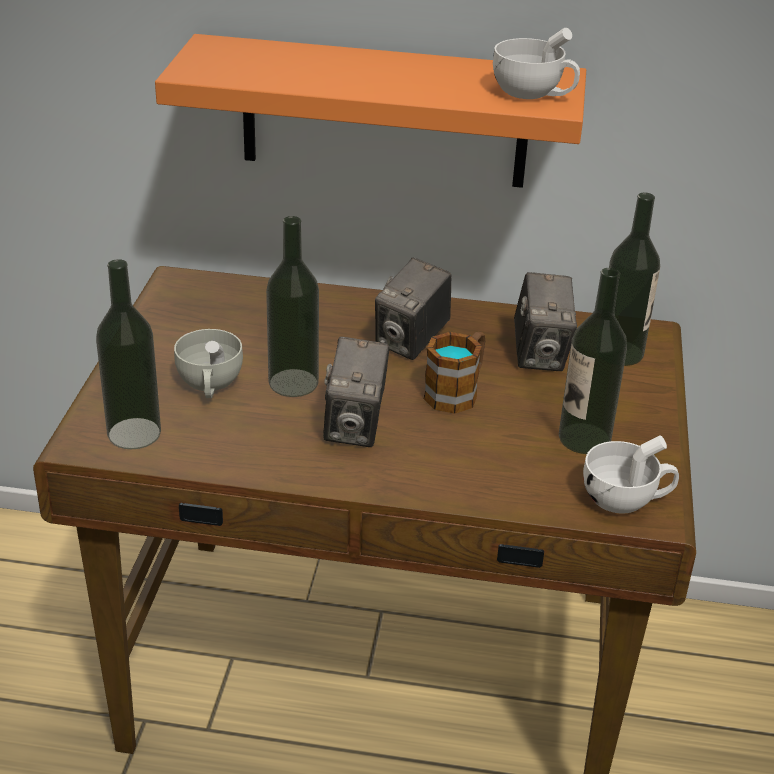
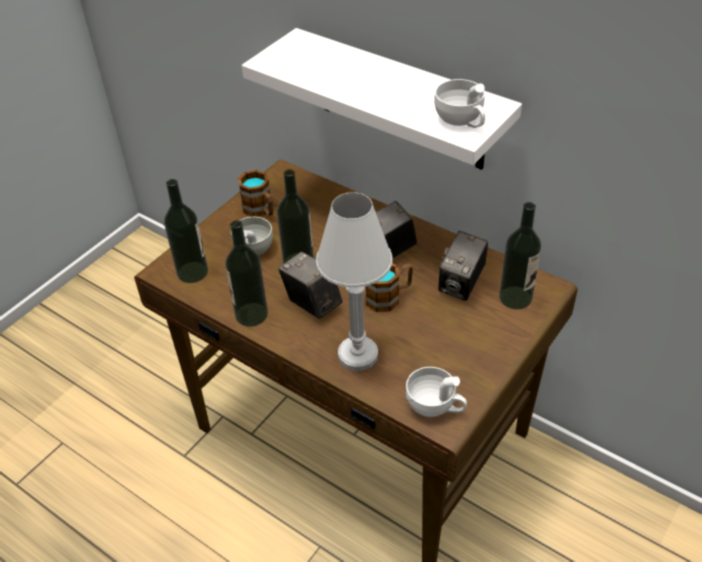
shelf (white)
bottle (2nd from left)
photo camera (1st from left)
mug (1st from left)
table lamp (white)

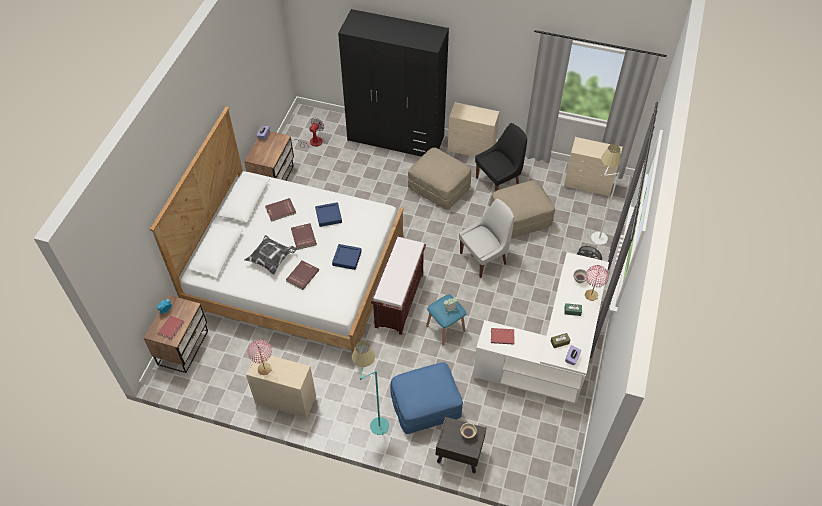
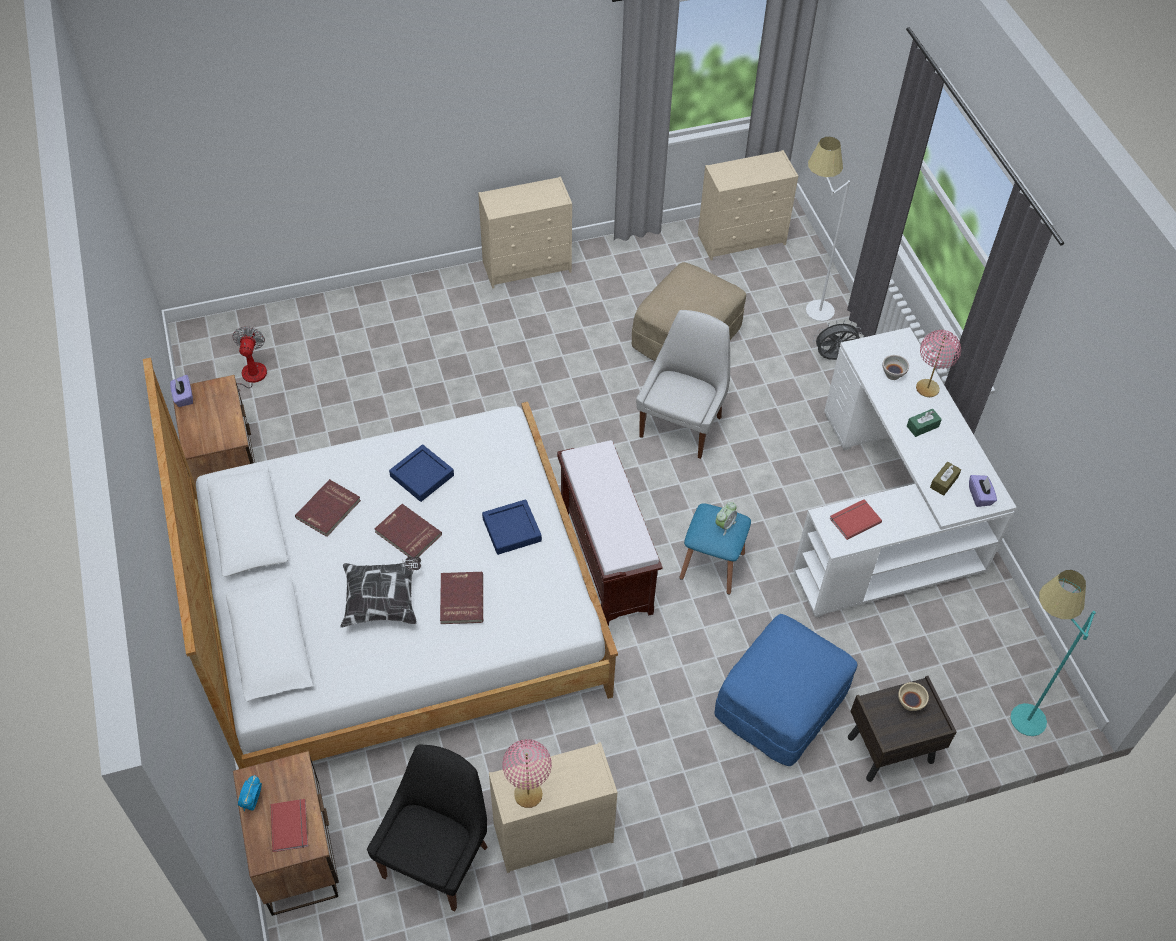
wardrobe (black)
chair (black)
ottoman (beige) (1st from left in the first image)
floor lamp (turquoise)

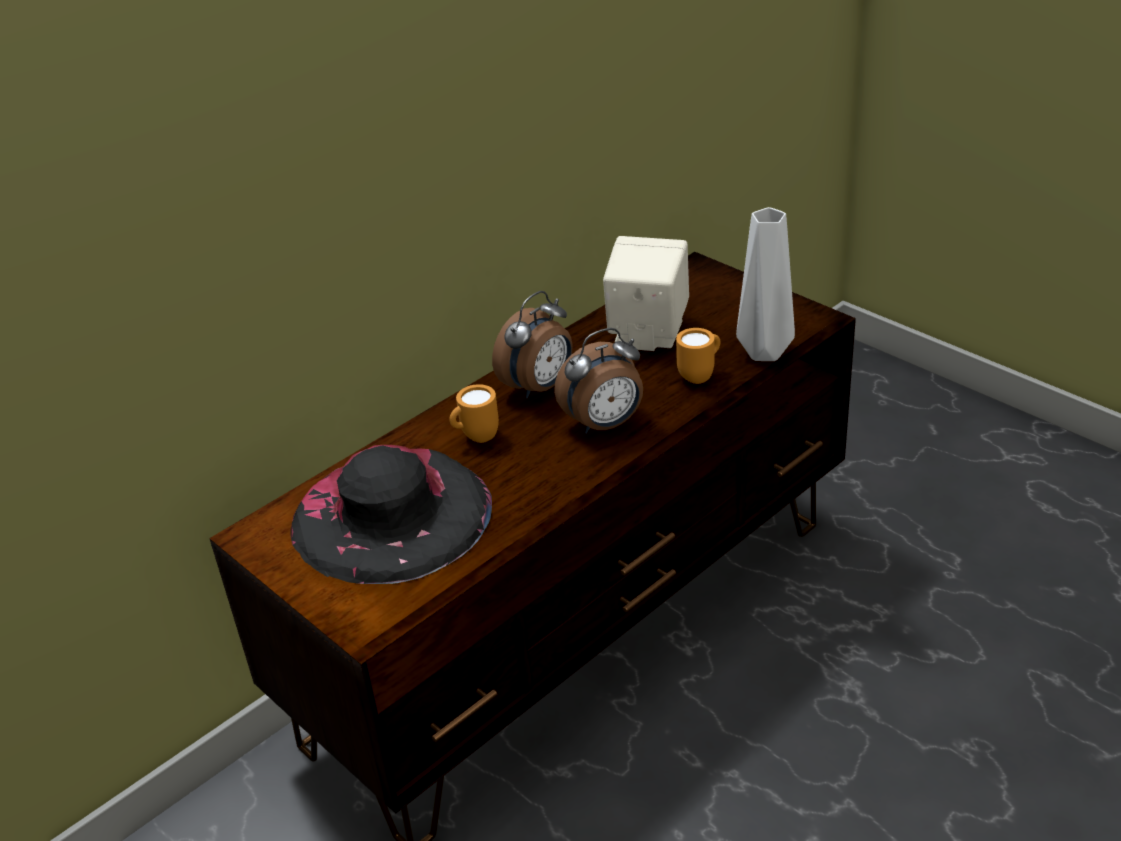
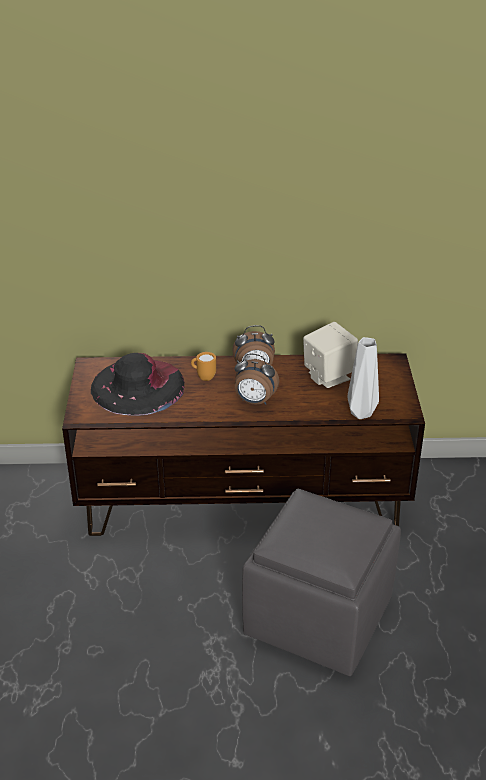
mug (orange) (2nd from left in the first image)
ottoman (grey)

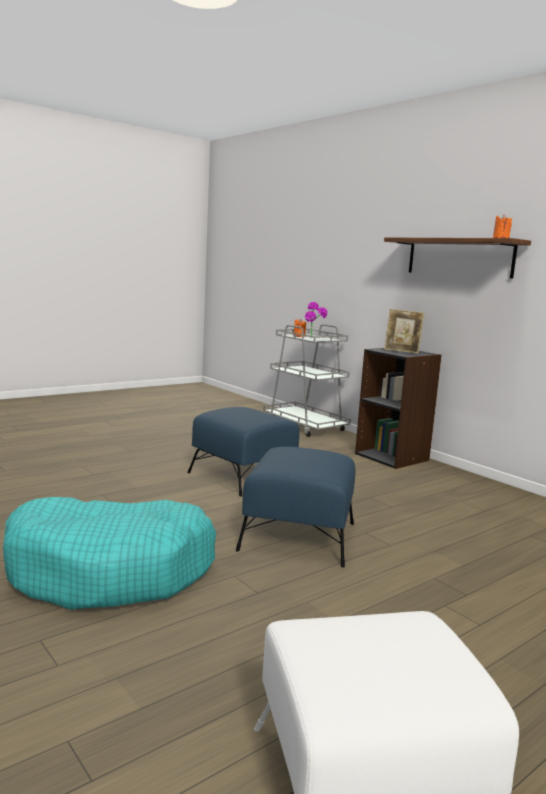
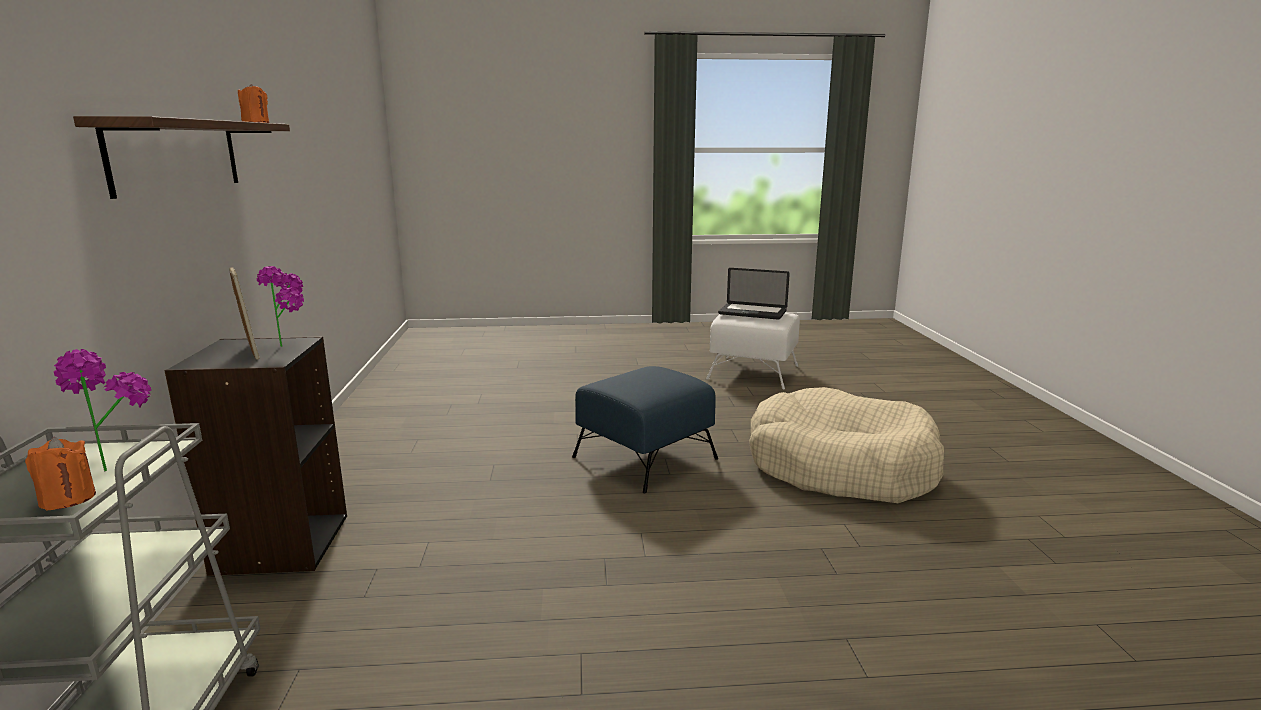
ottoman (blue) (1st from left in the first image)
dog bed (beige)
potted plant (2nd from left)
laptop

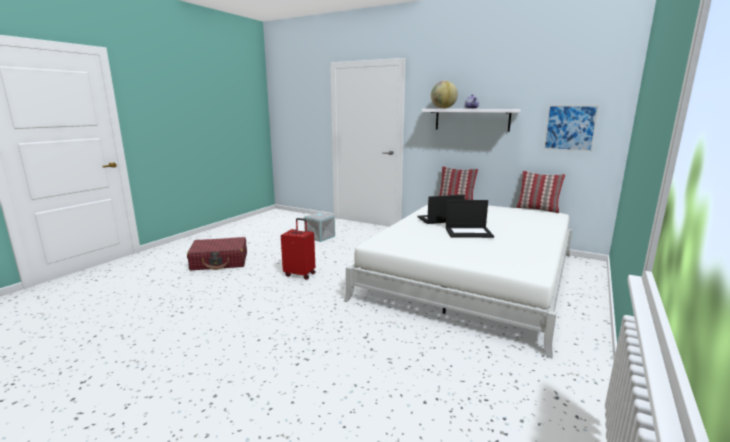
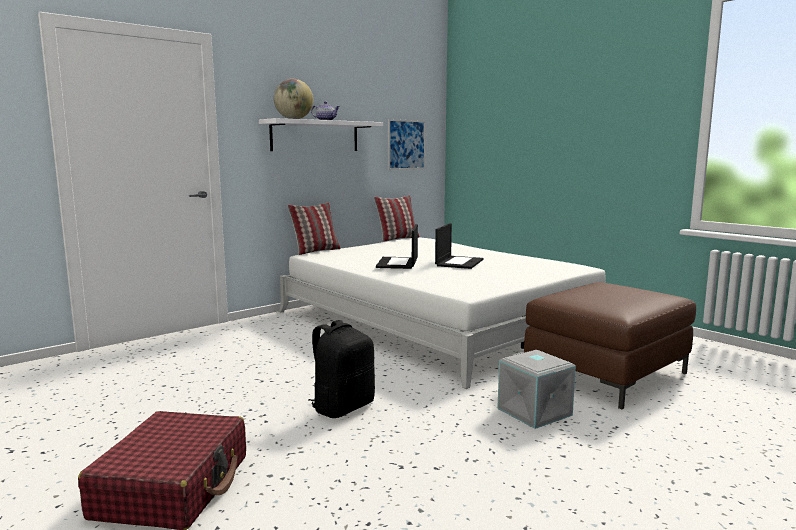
storage box (grey)
backpack (black)
ottoman (brown)

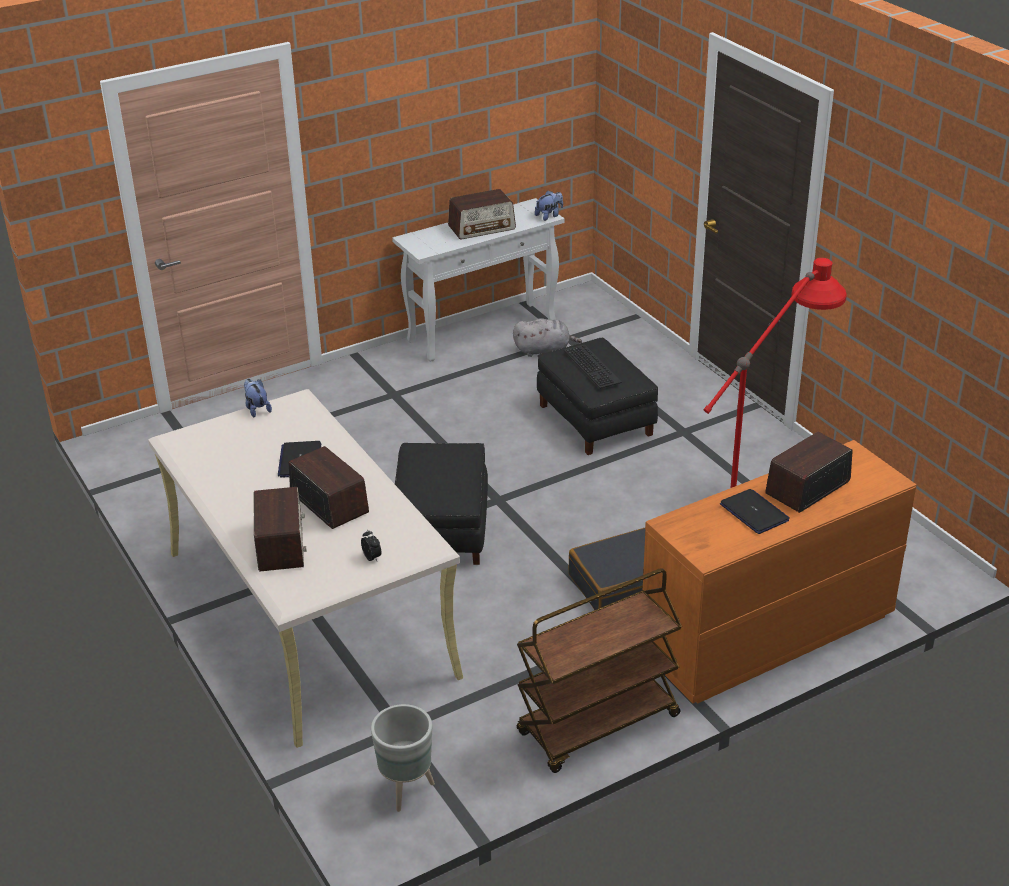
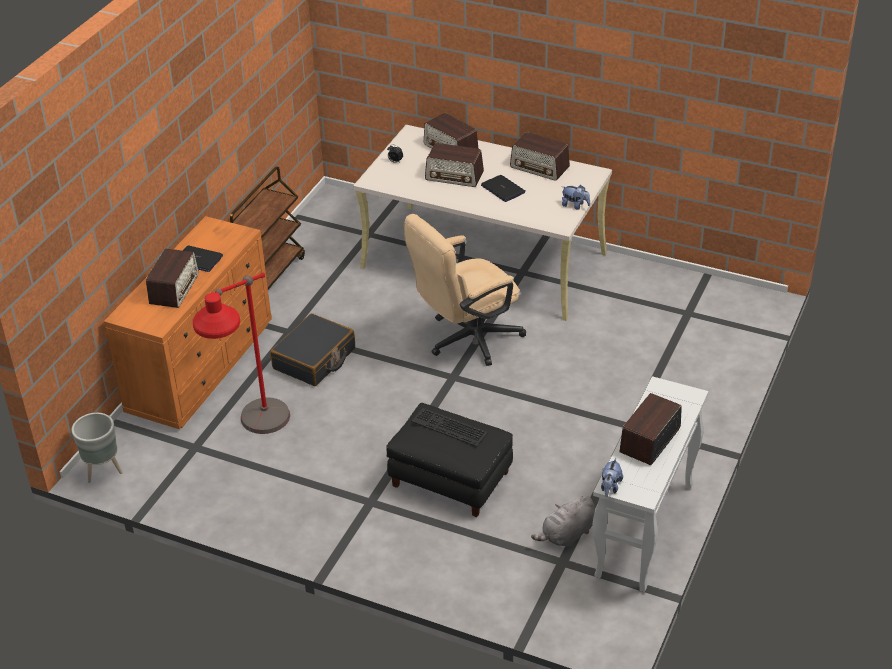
office chair (beige)
planter (grey)
radio (4th from left)

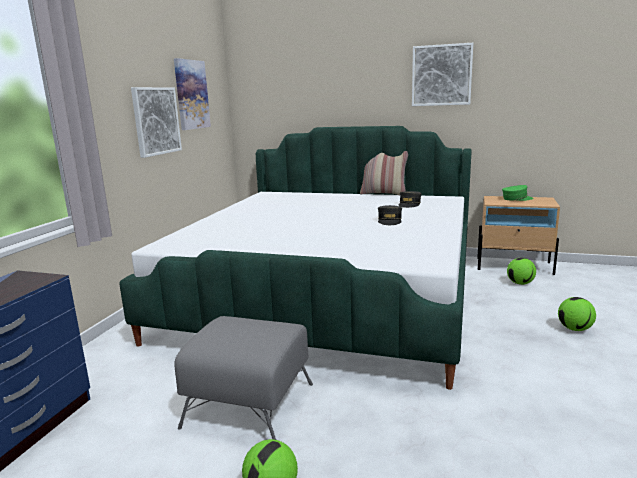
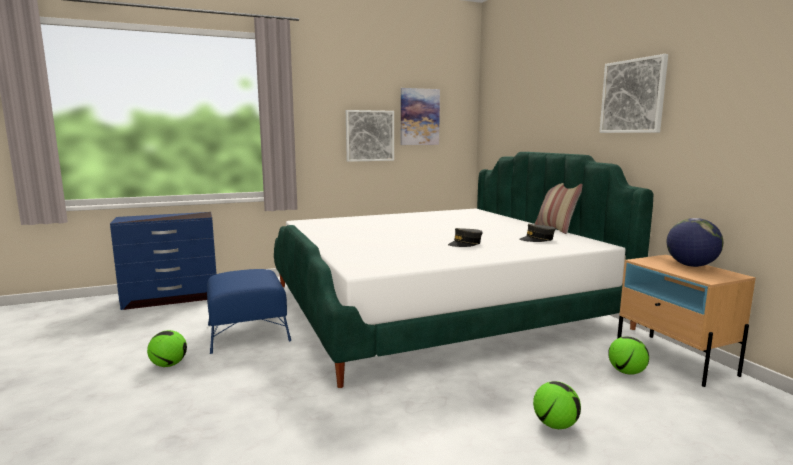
globe
ottoman (blue)

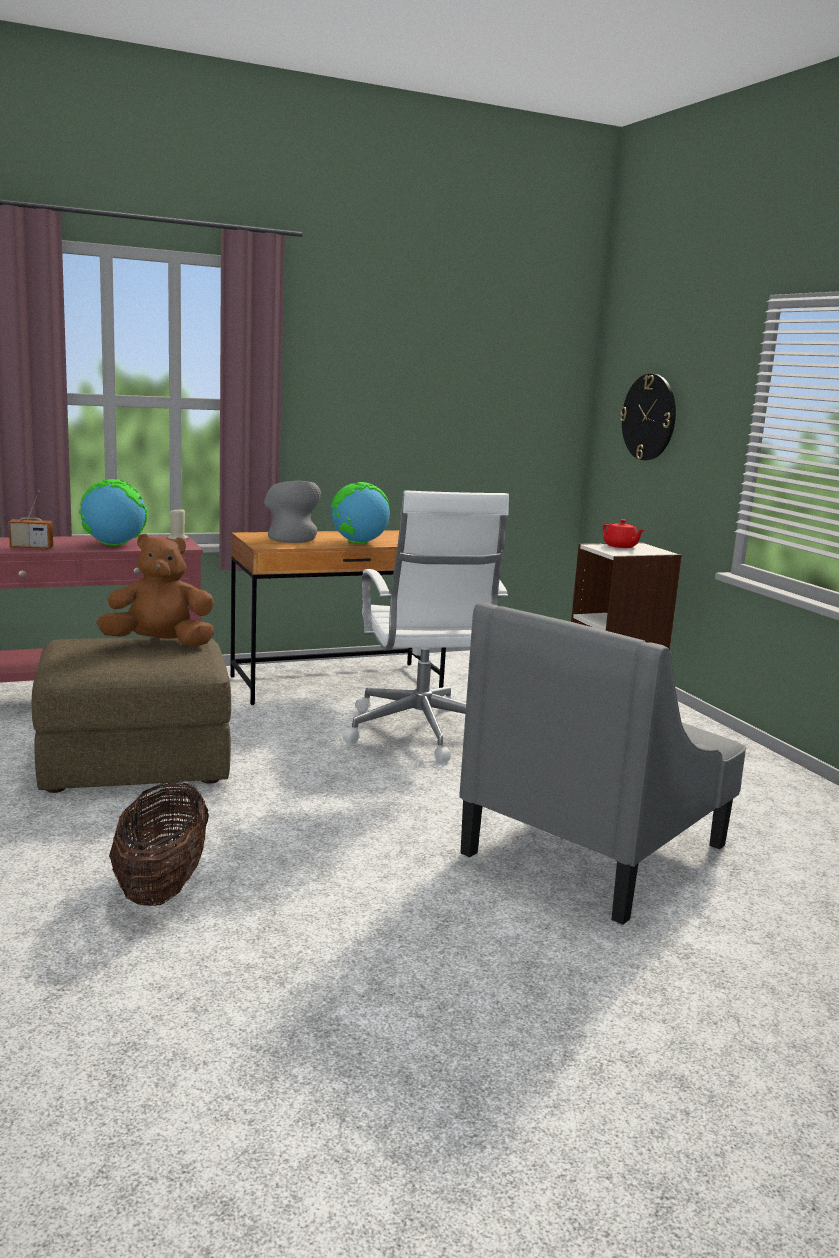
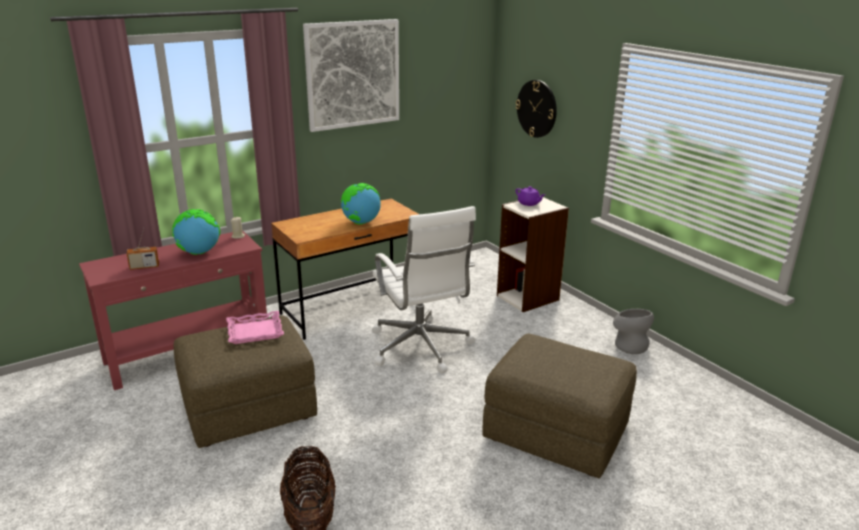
vase (grey)
teapot (purple)
tray (pink)
ottoman (brown) (2nd from left)
picture

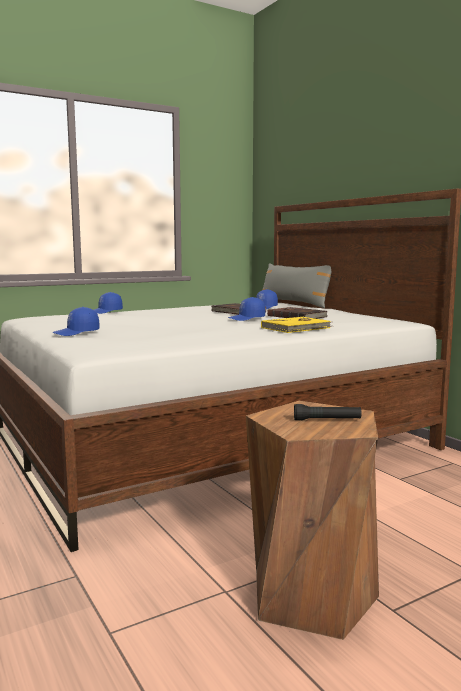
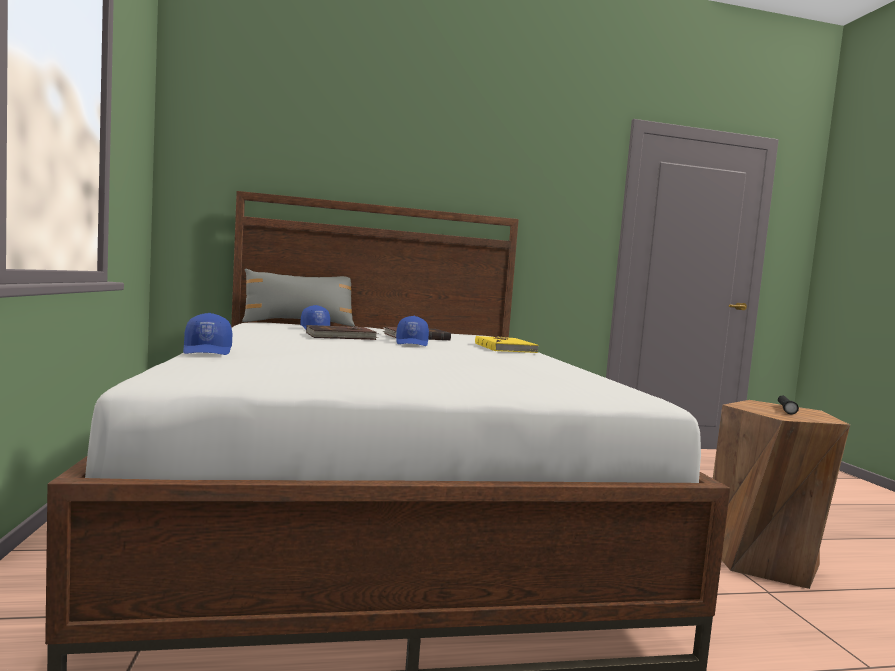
cap (blue) (1st from left in the first image)

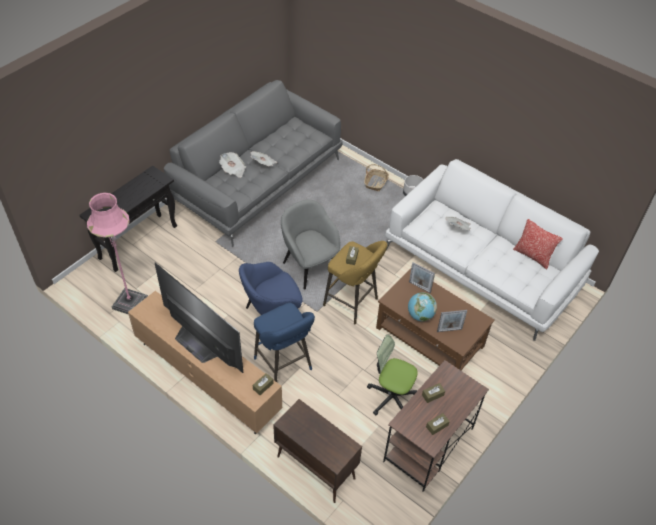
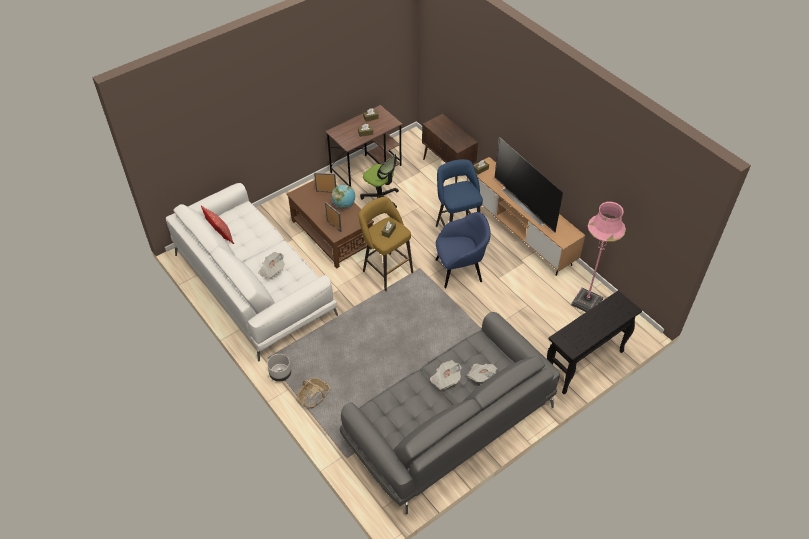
armchair (grey)

